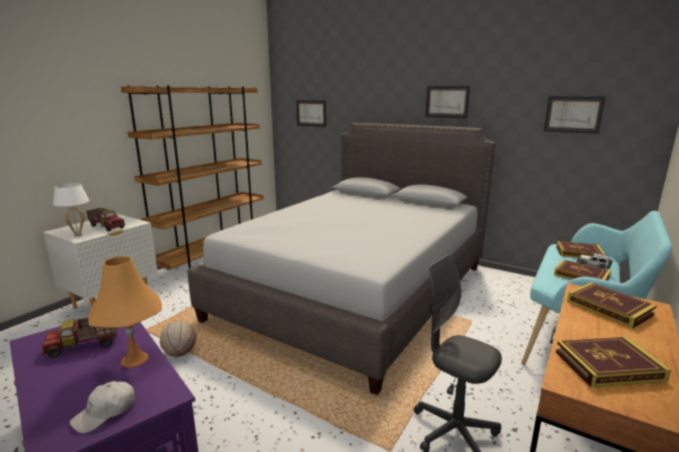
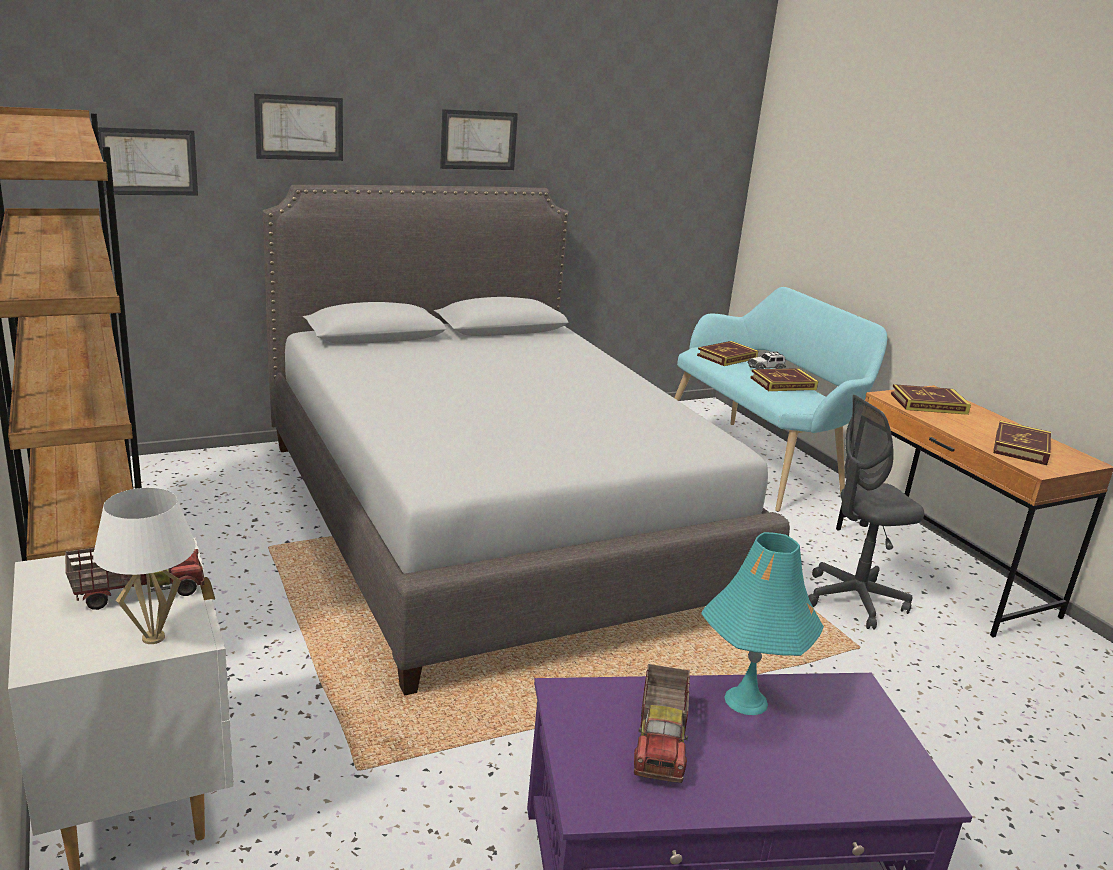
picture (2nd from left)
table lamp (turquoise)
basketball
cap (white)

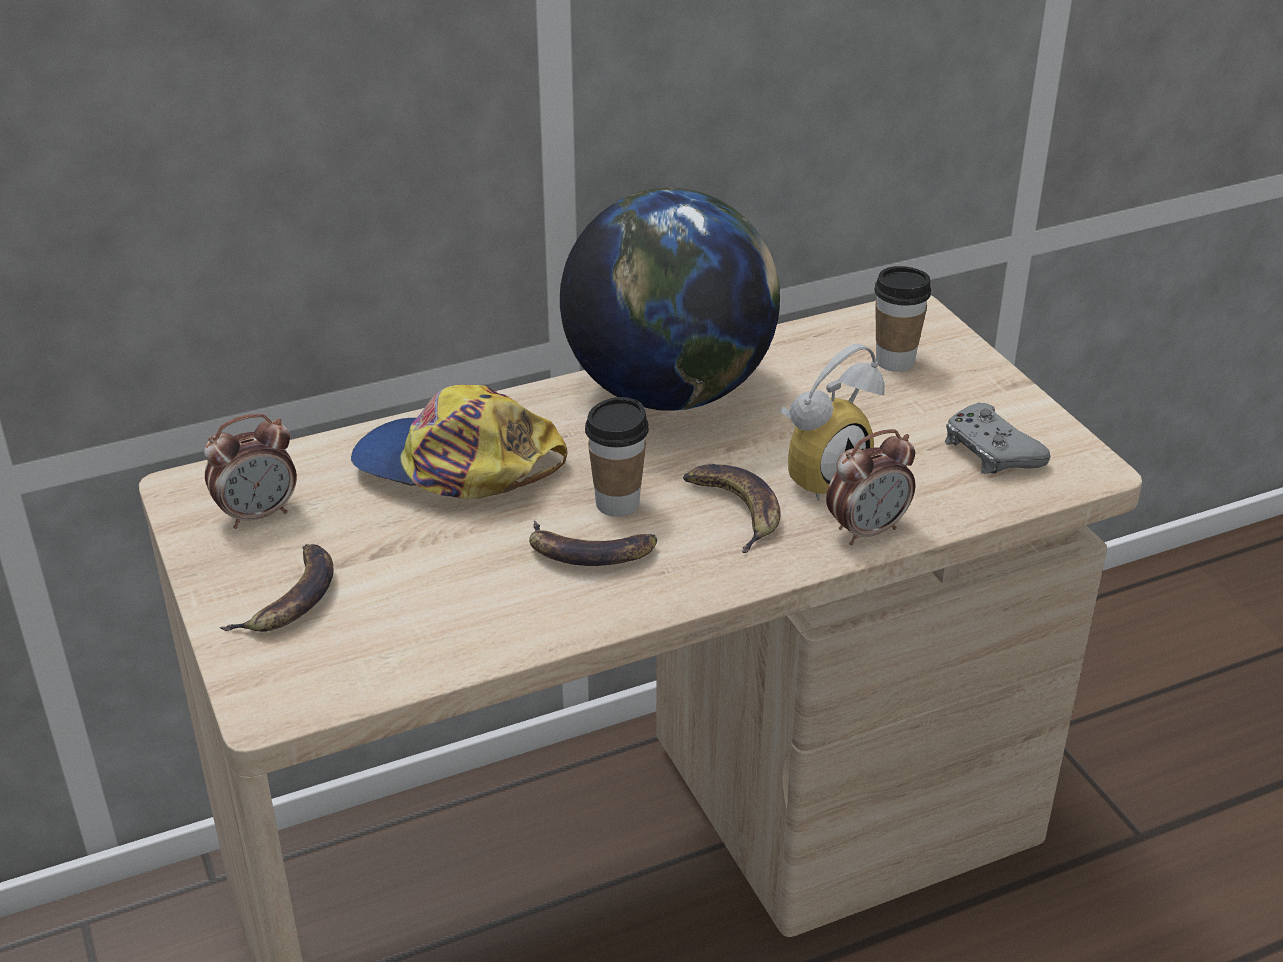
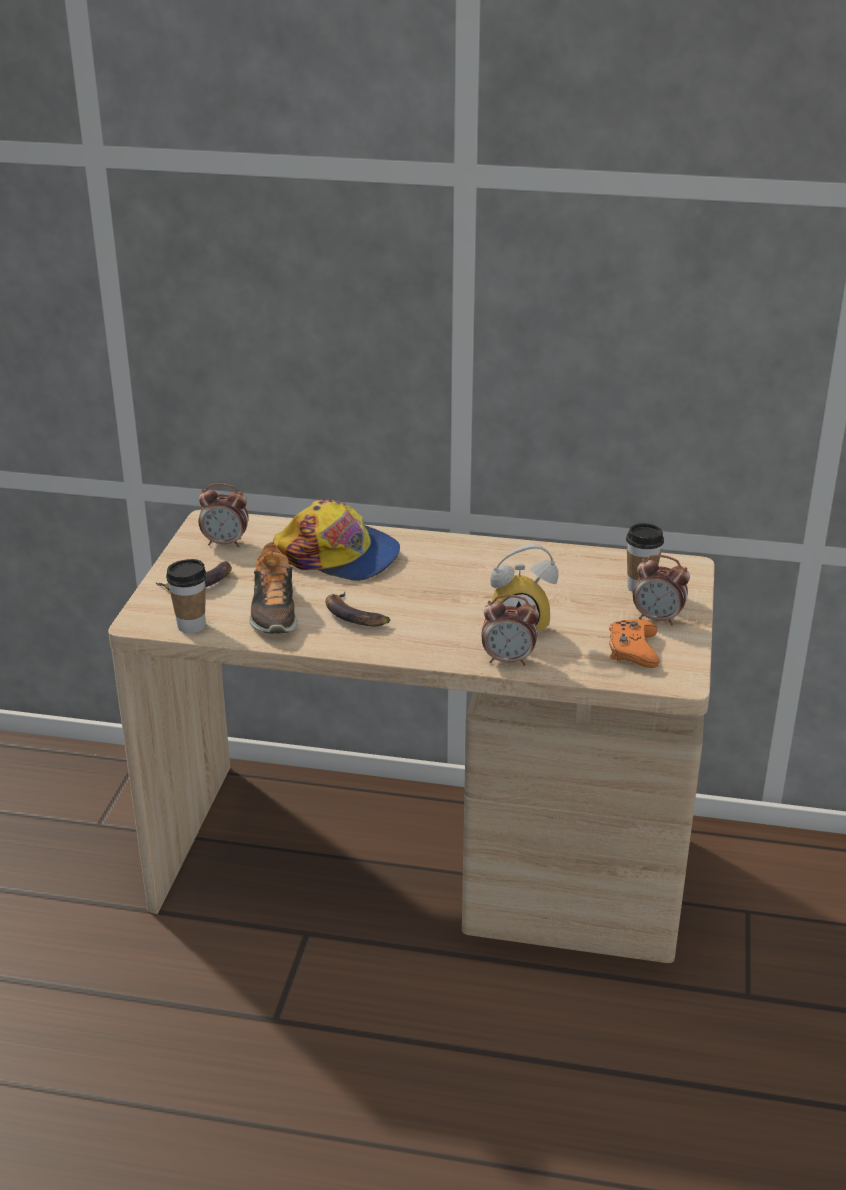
globe
cap
cup (1st from left)
game controller (orange)
banana (3rd from left in the first image)
shoe
alarm clock (4th from left)

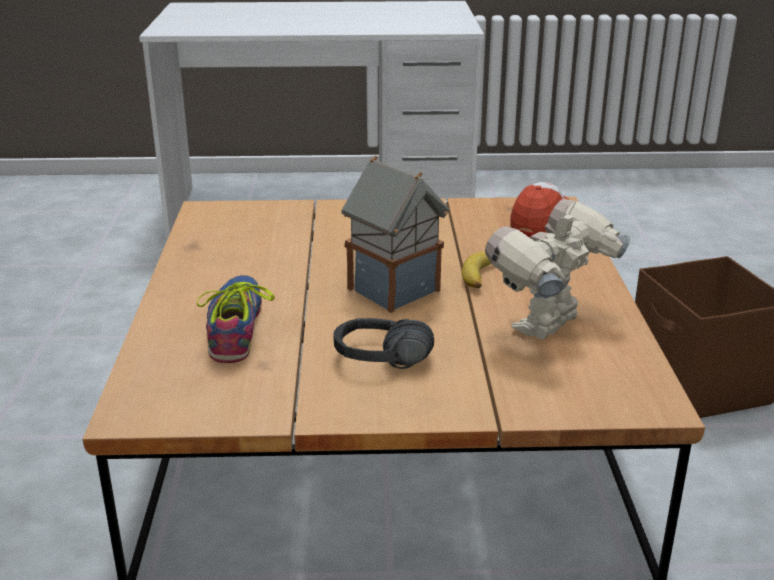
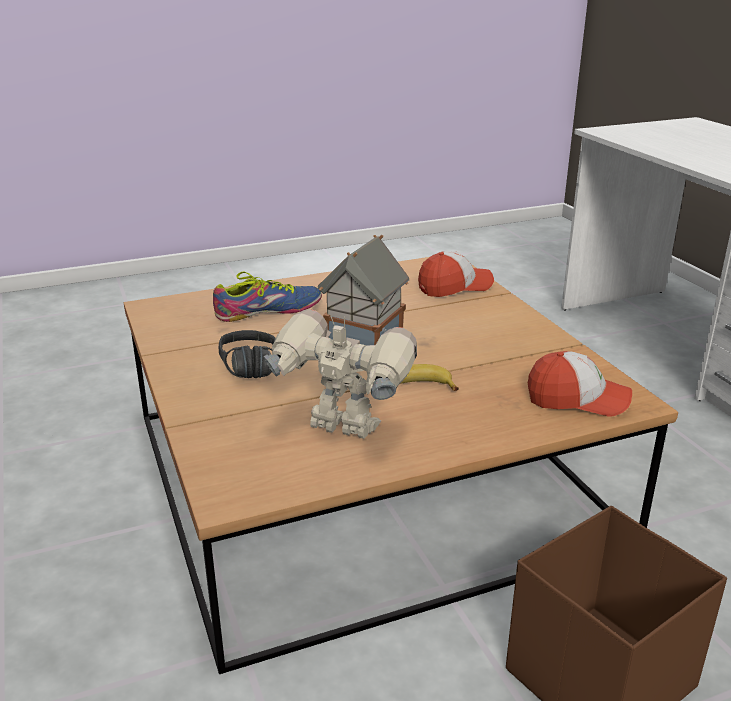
cap (1st from left)

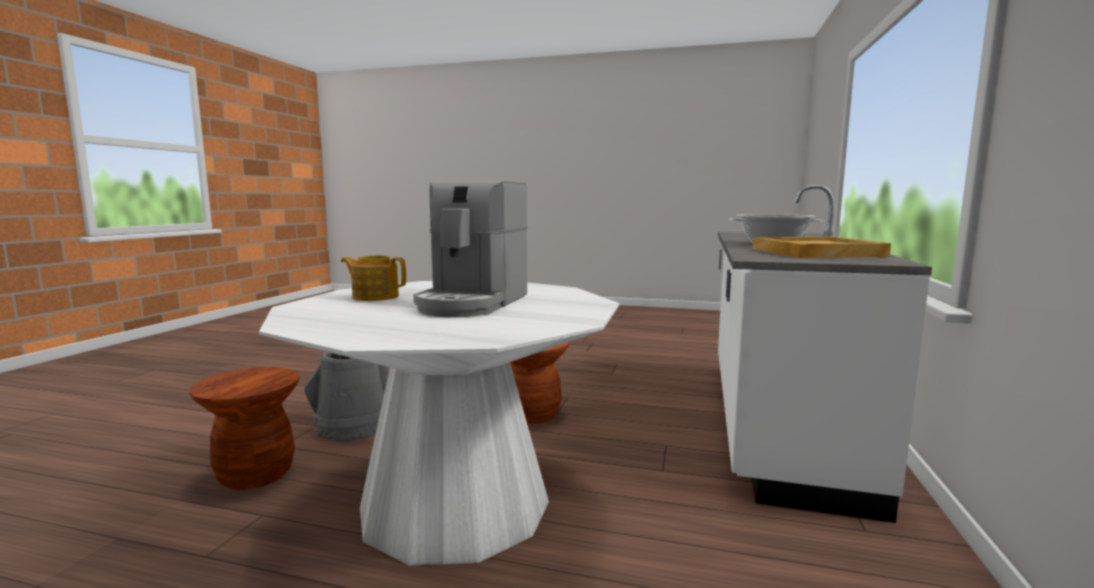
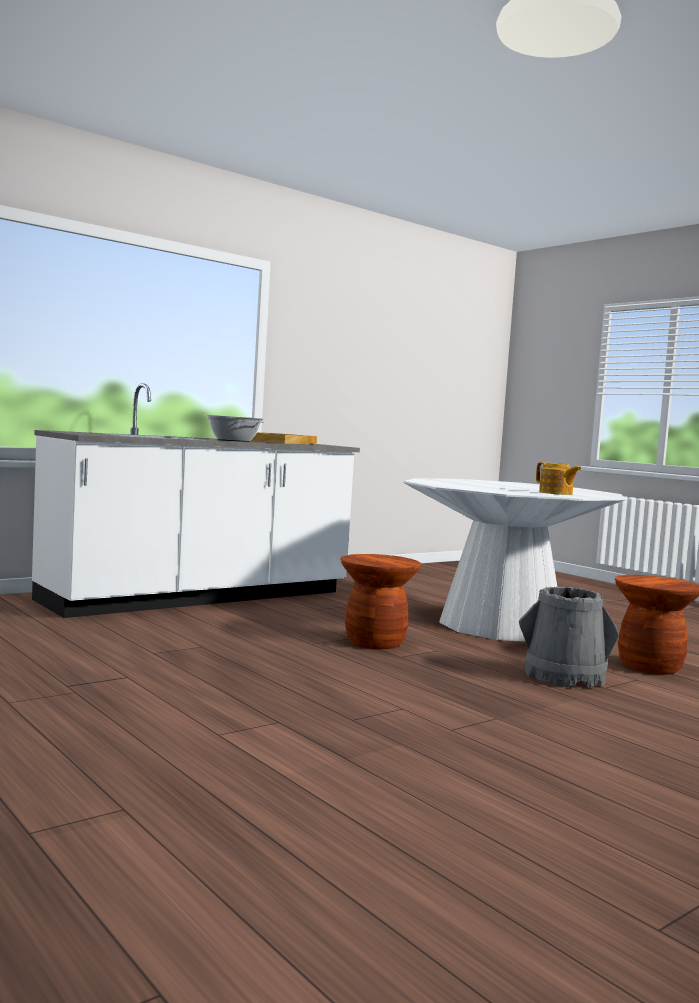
coffee machine

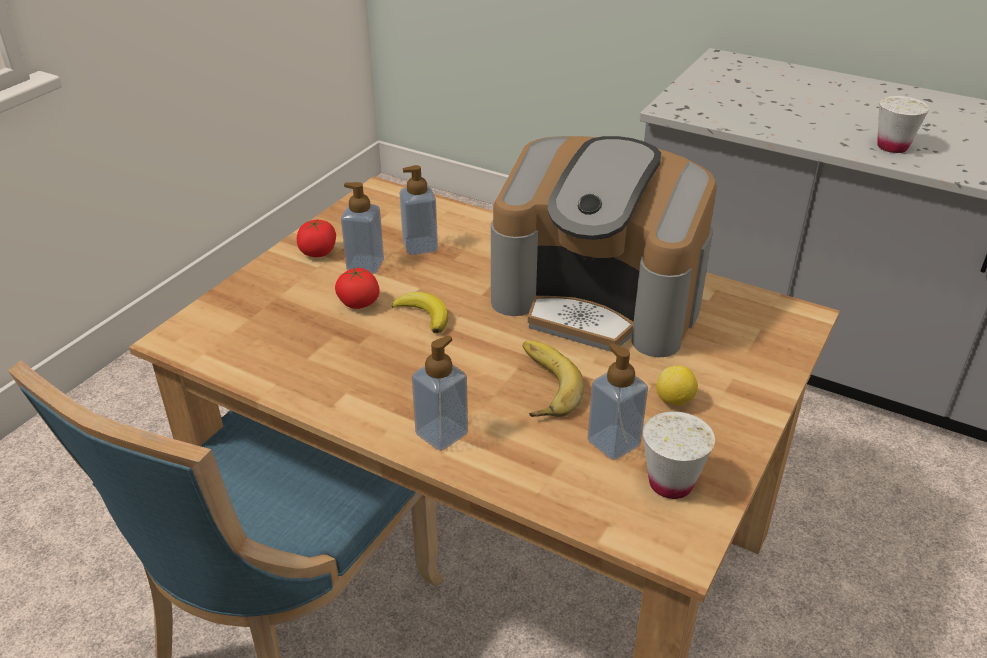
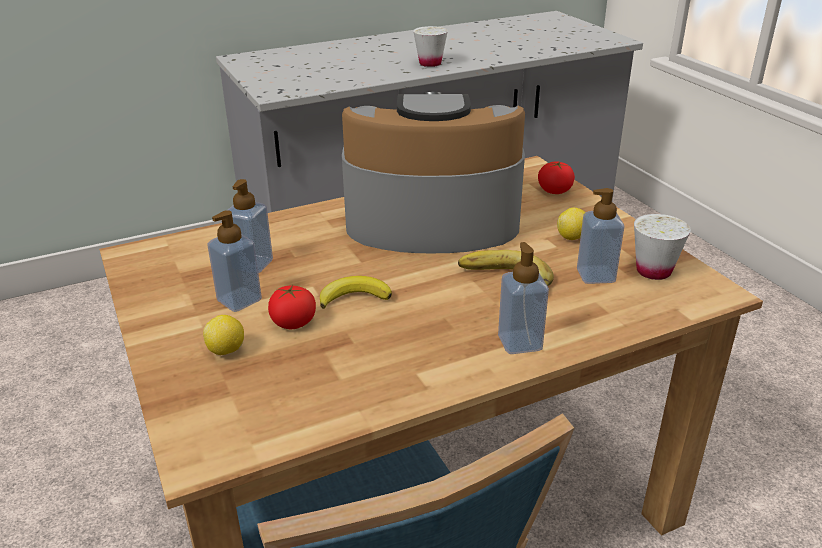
coffee machine
tomato (2nd from left)
lemon (1st from left)

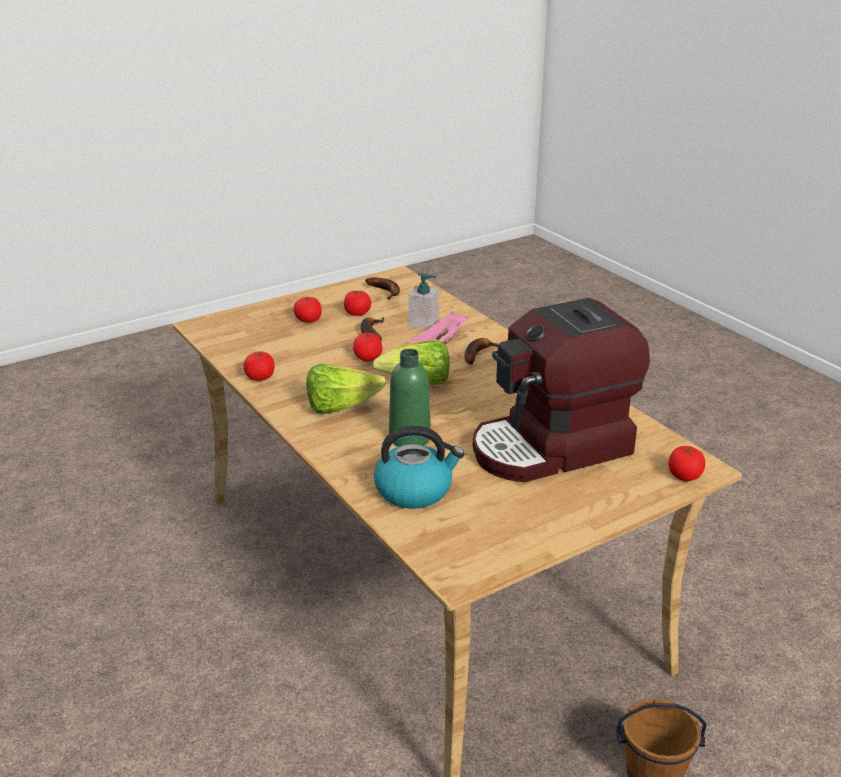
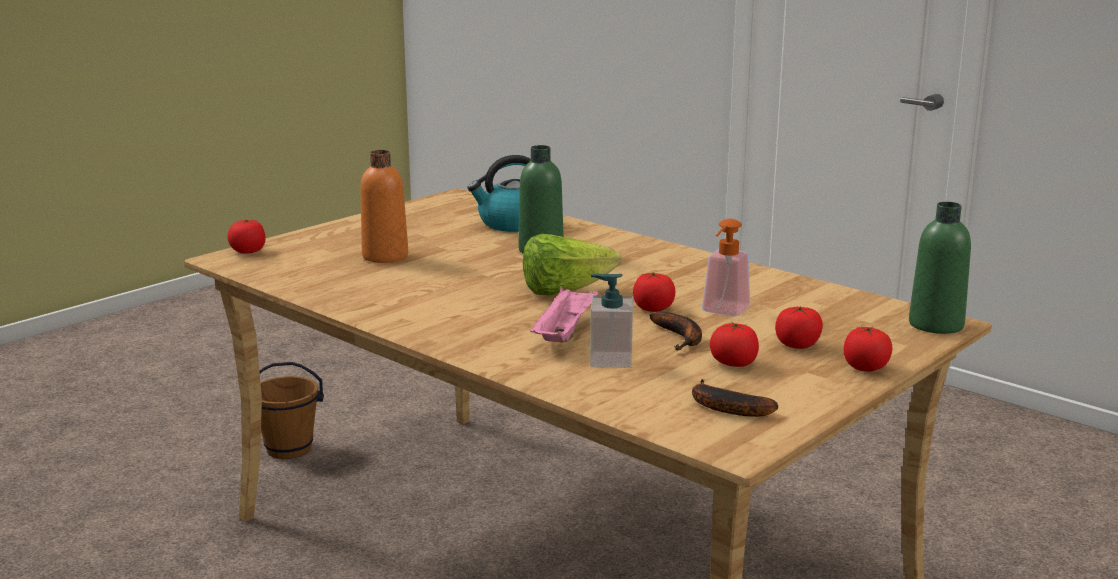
bottle (orange)
banana (3rd from left in the first image)
tomato (5th from left)
lettuce (1st from left in the first image)
bottle (green) (2nd from left)
soap dispenser (2nd from left)

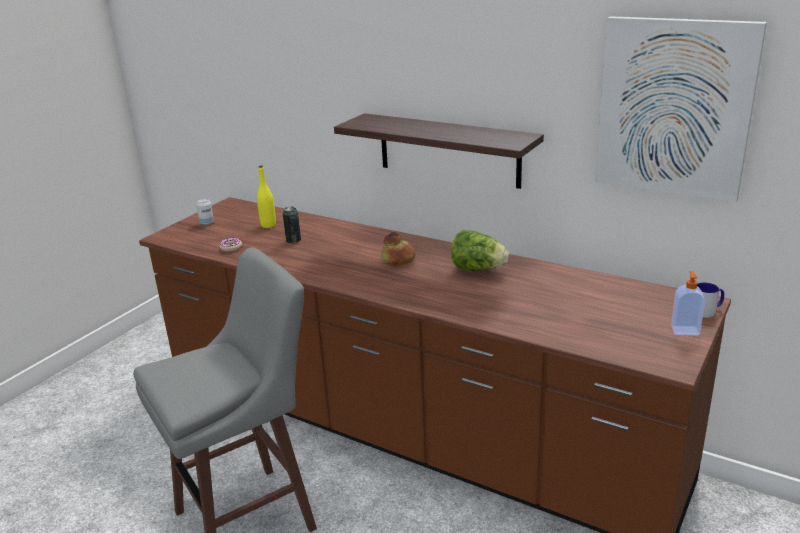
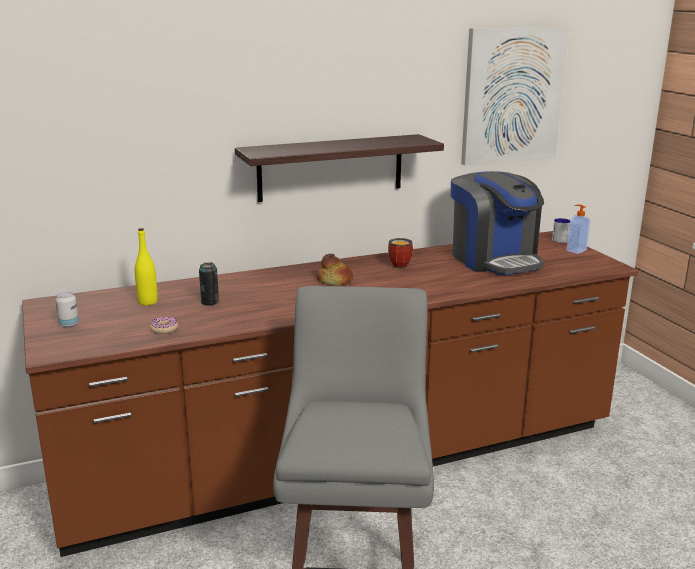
mug (1st from left)
coffee machine

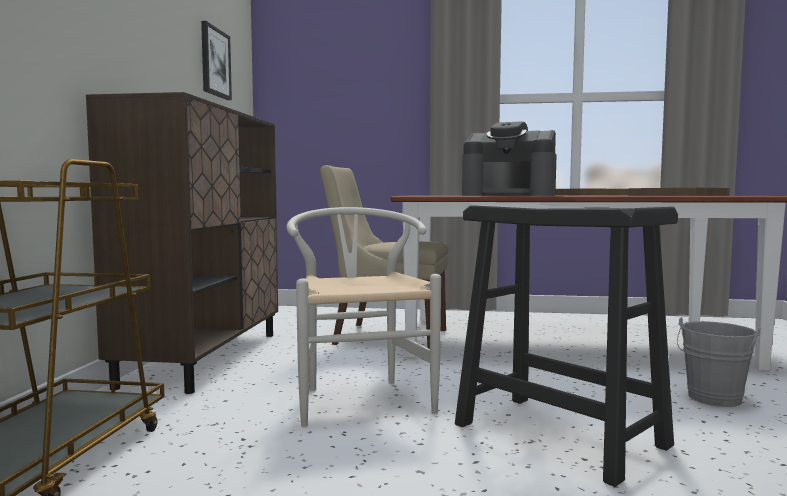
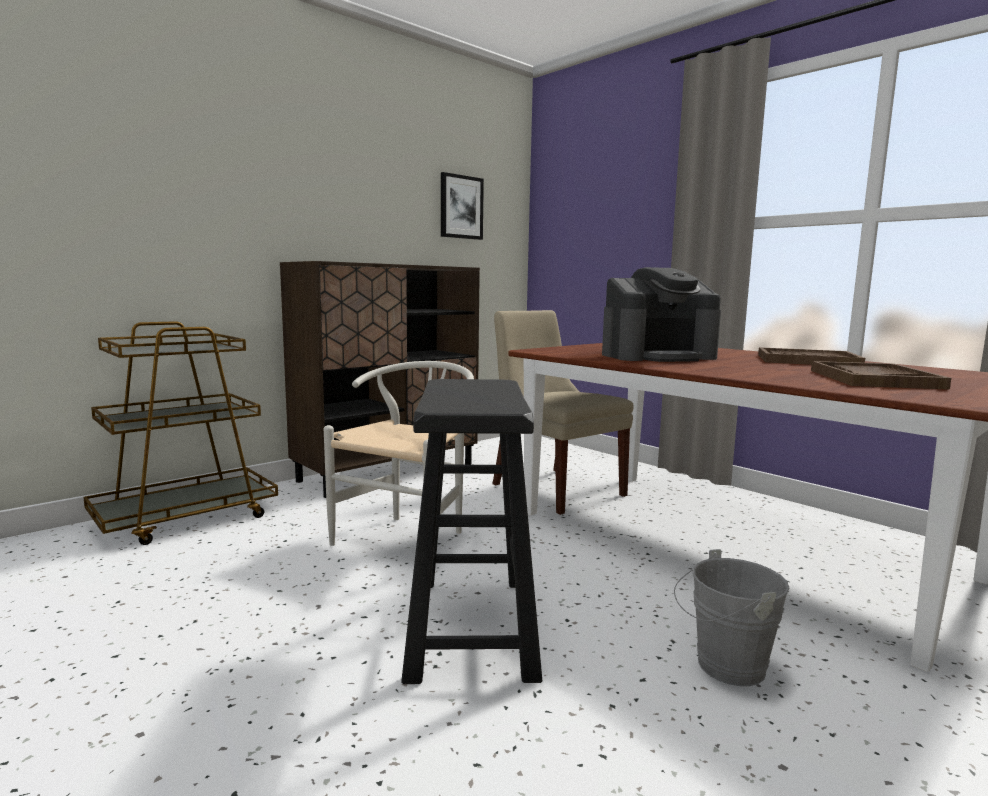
coffee machine

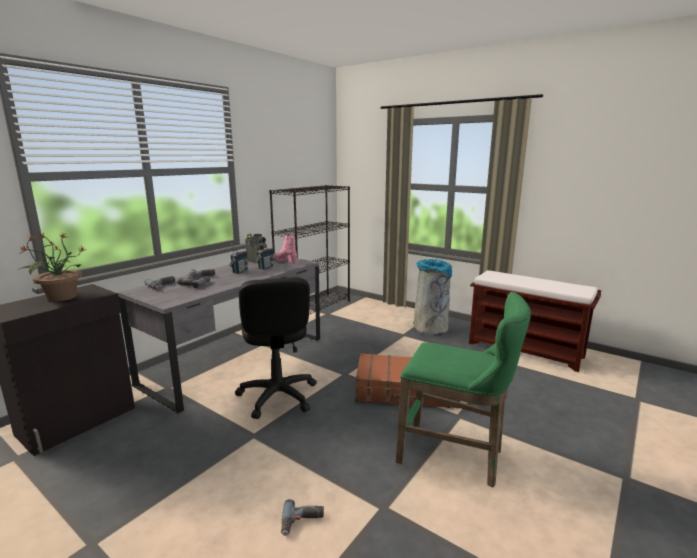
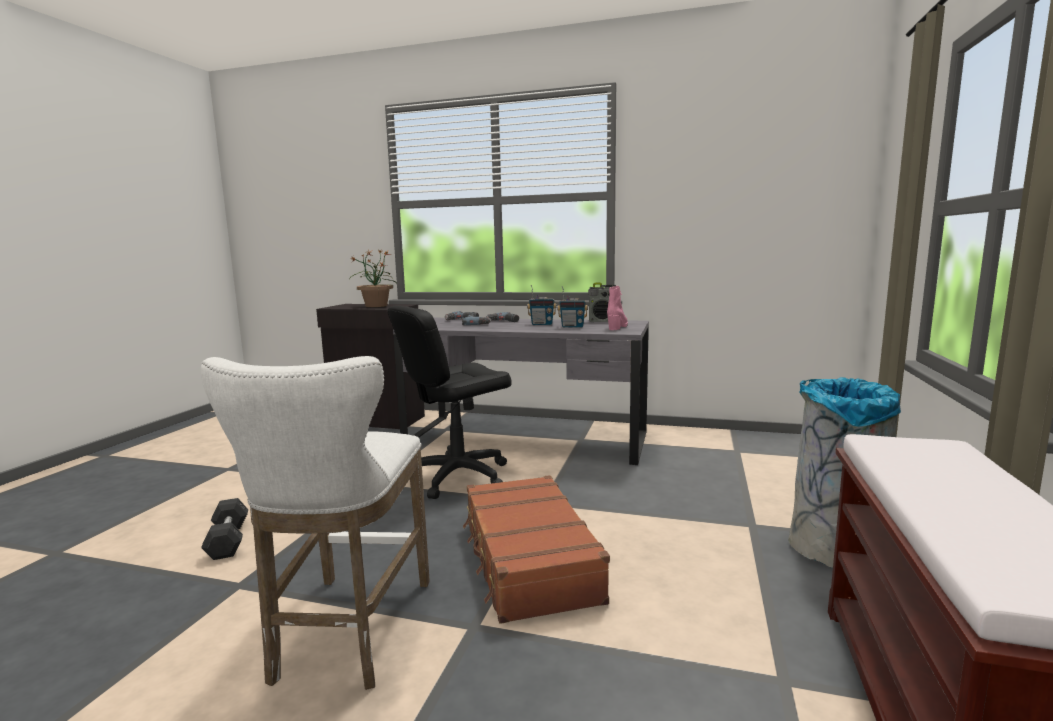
bookcase (black)
stool (white)
dumbbell (grey)

